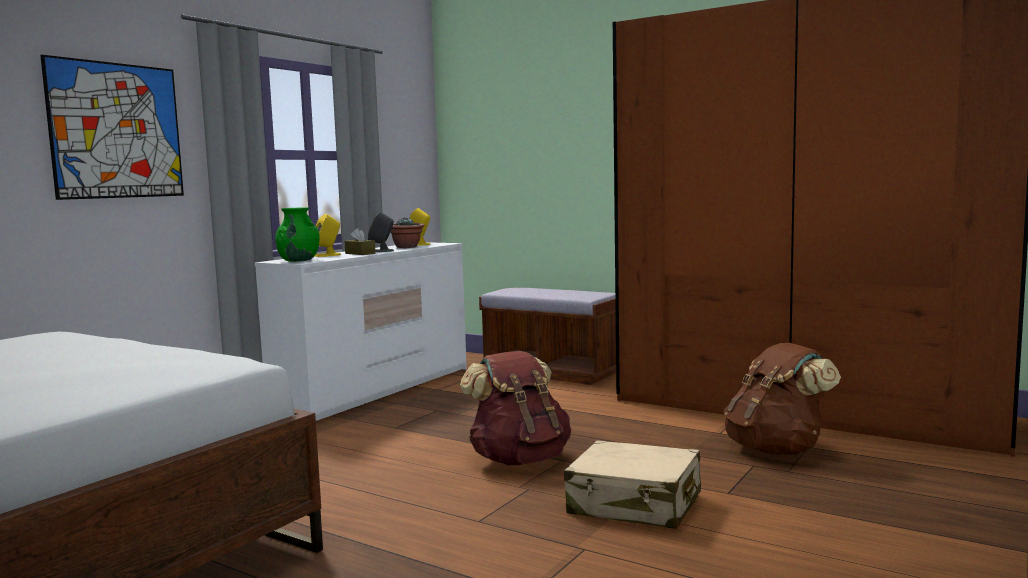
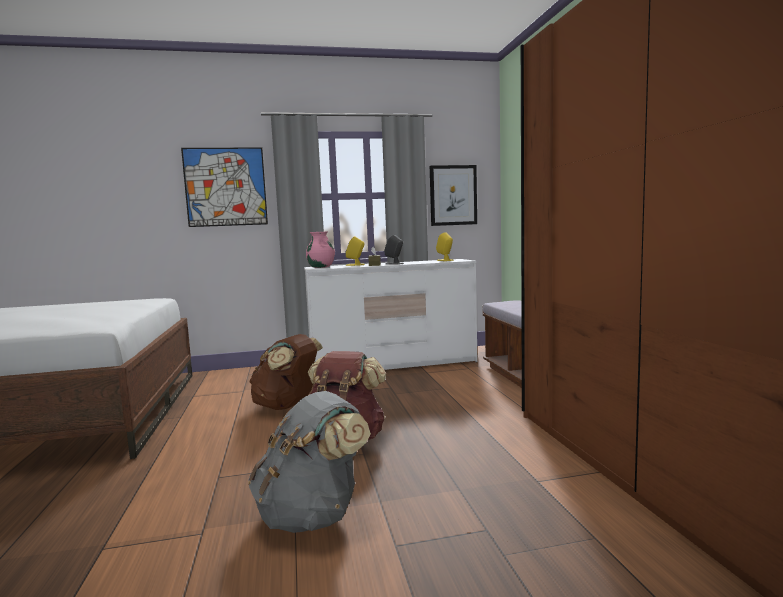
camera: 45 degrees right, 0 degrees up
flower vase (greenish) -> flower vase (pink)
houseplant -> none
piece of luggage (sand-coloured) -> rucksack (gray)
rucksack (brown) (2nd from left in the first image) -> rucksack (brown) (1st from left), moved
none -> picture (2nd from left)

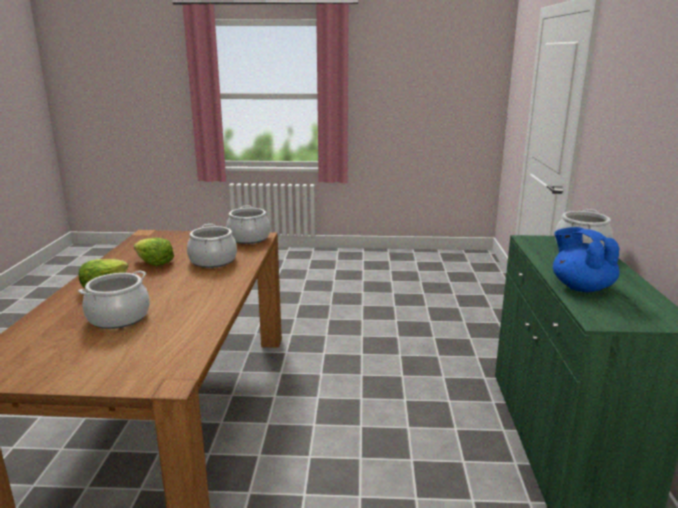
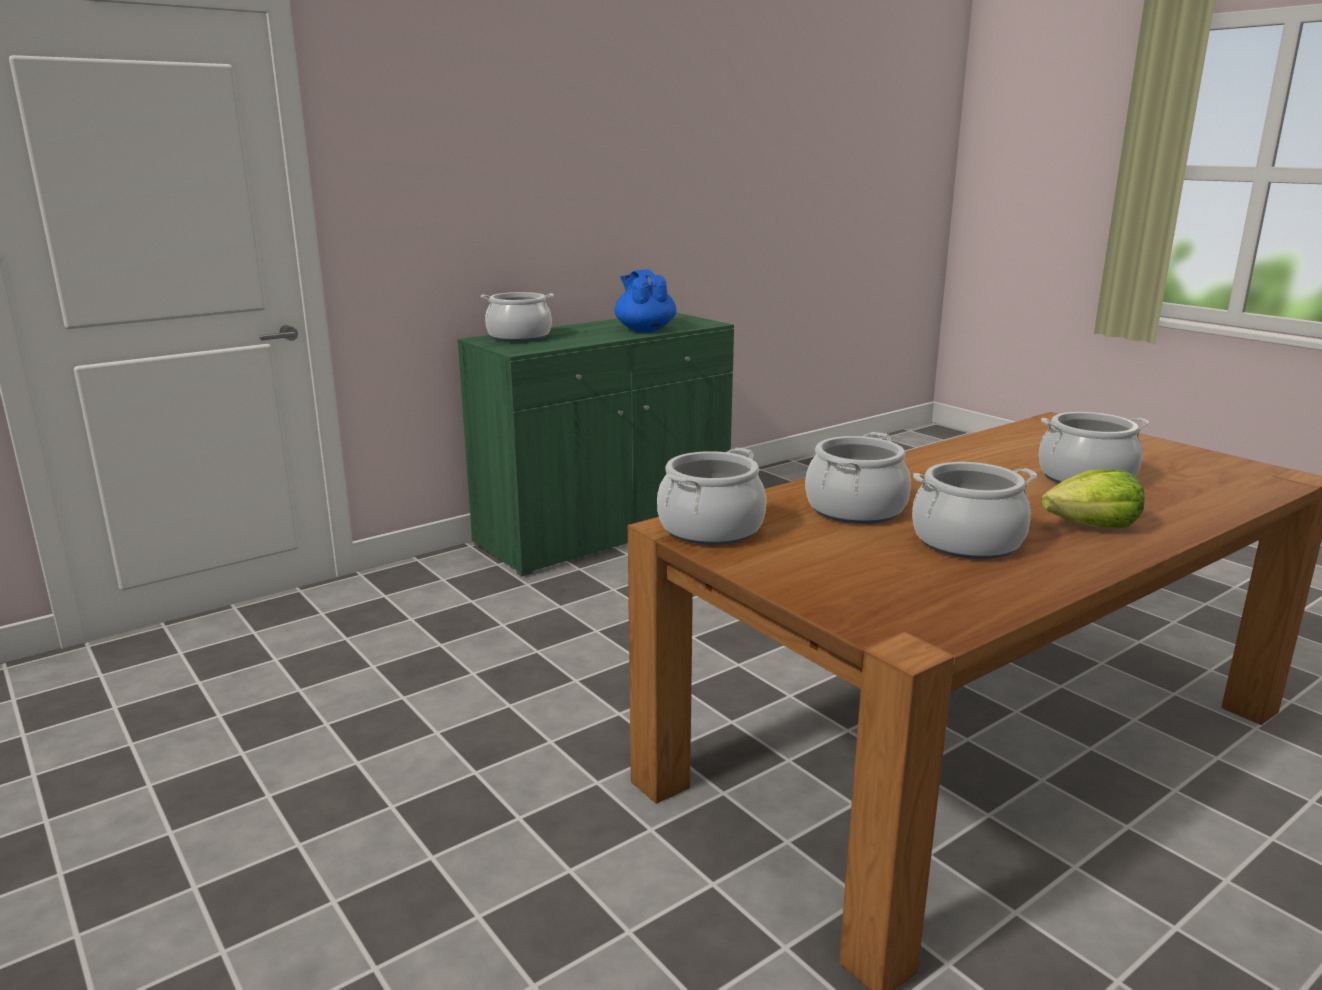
camera: 130 degrees left, 0 degrees up
lettuce head (2nd from left) -> saucepot (4th from left)
pot for tea (bluish), 135 degrees clockwise

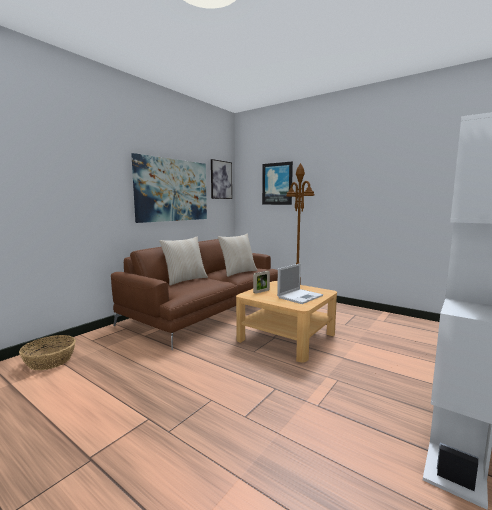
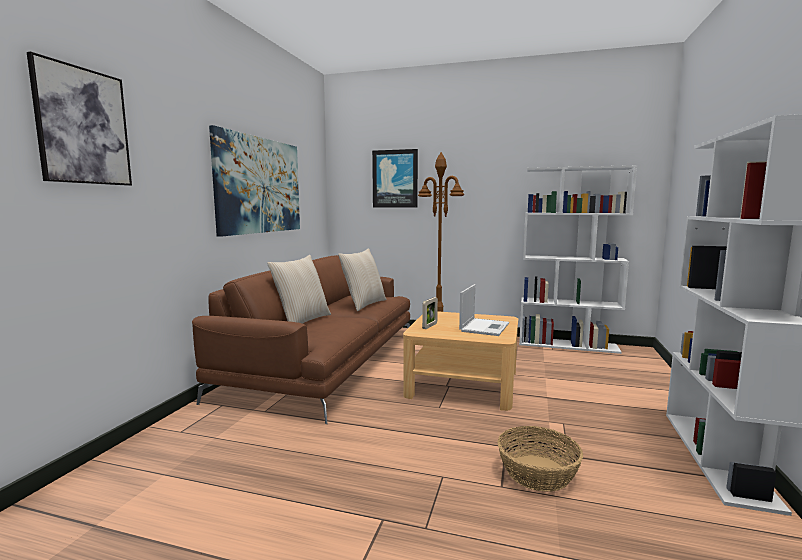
camera: 20 degrees left, 0 degrees up
storage basket, moved
picture (2nd from left in the first image) -> picture (1st from left), moved
none -> bookshelf (white) (1st from left)

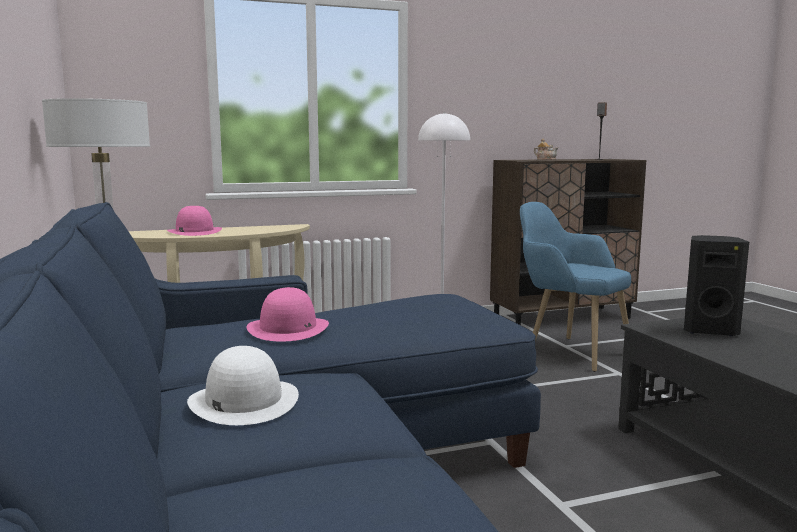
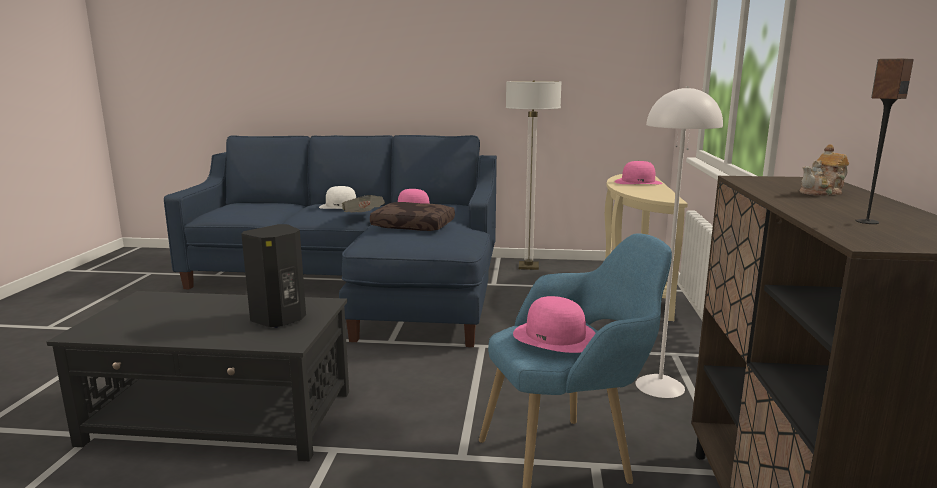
camera: 115 degrees right, 5 degrees up
none -> daily paper
none -> cushion (brown)
none -> hat (pink) (2nd from left)

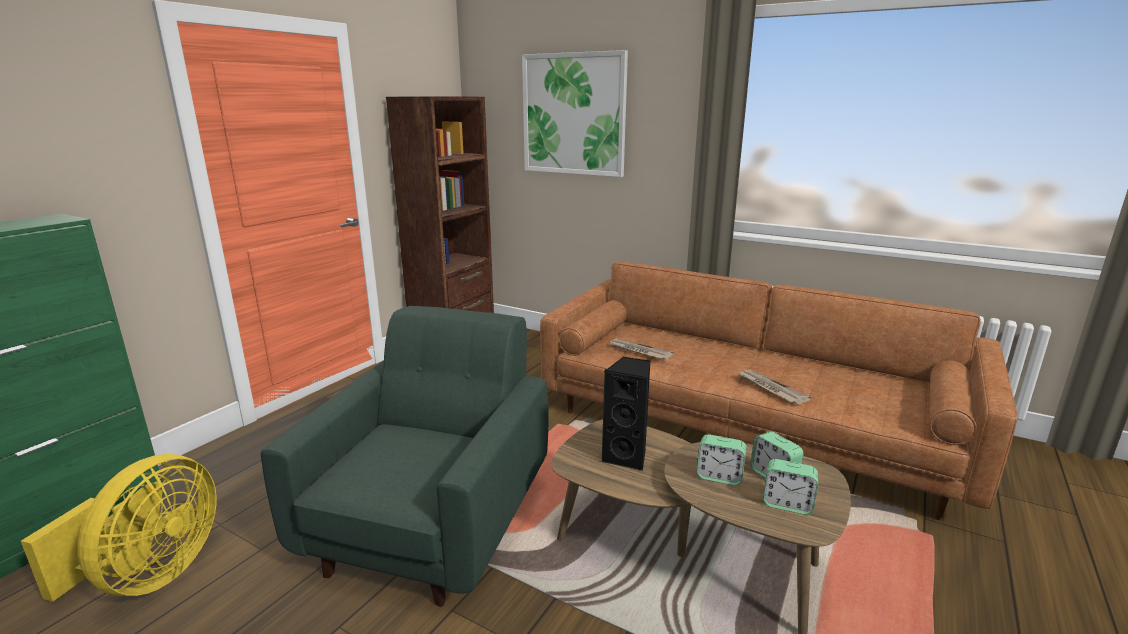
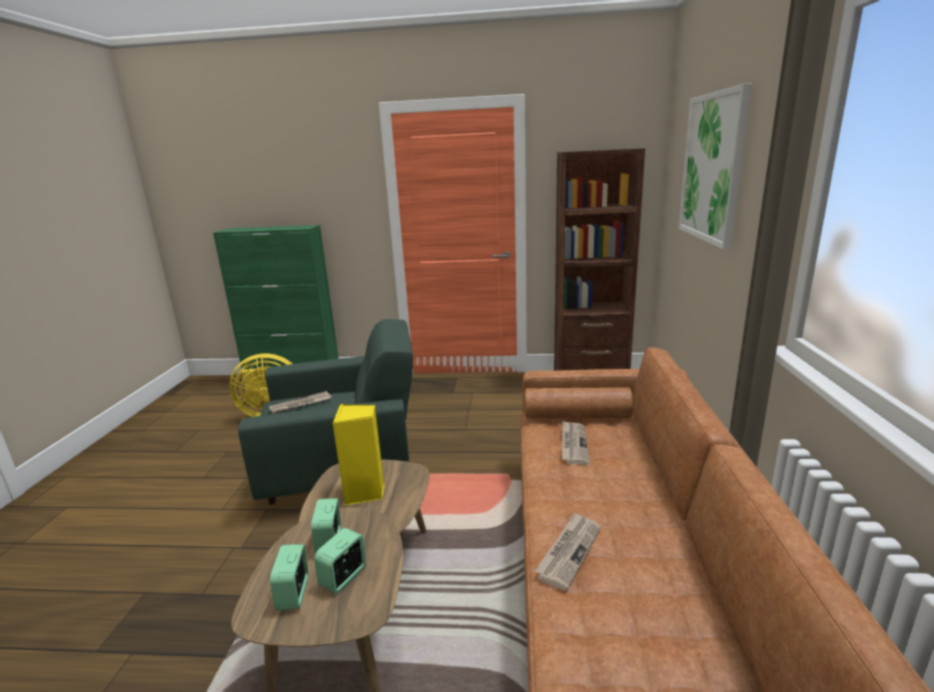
camera: 65 degrees right, 0 degrees up
speaker (black) -> speaker (yellow-coloured)
none -> daily paper (1st from left)

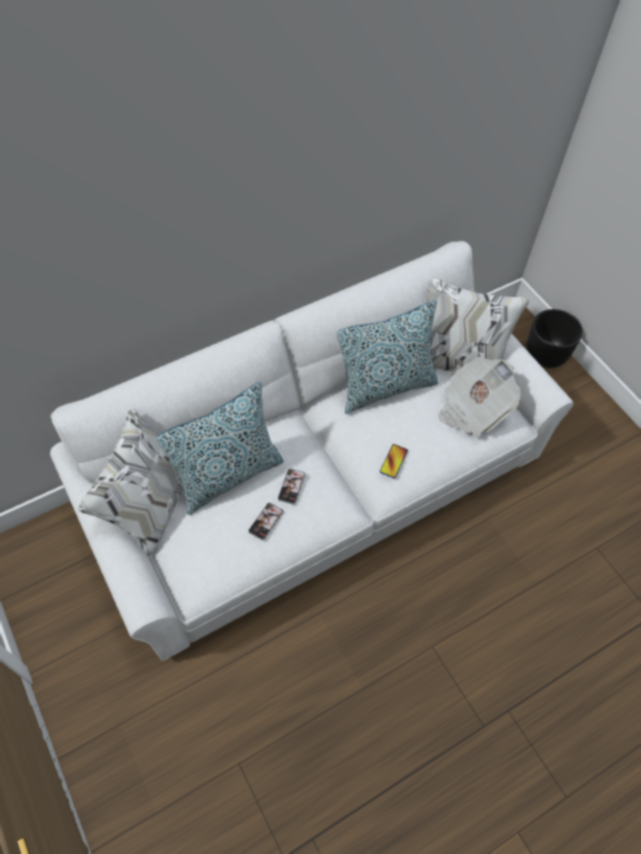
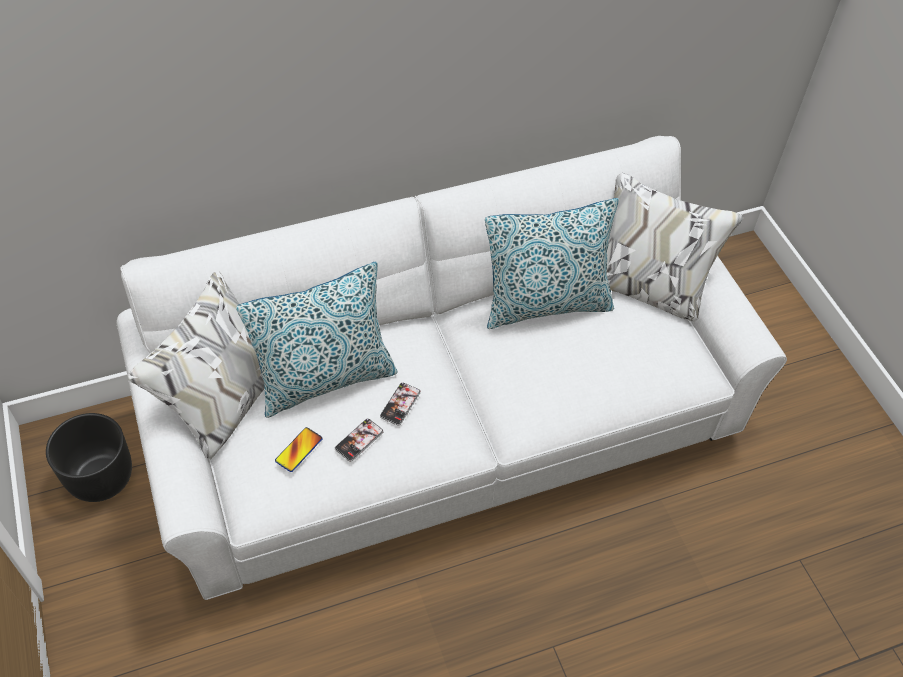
camera: 10 degrees right, 5 degrees down
telephone (3rd from left in the first image) -> telephone (1st from left), moved
daily paper -> none
flower pot (black), moved

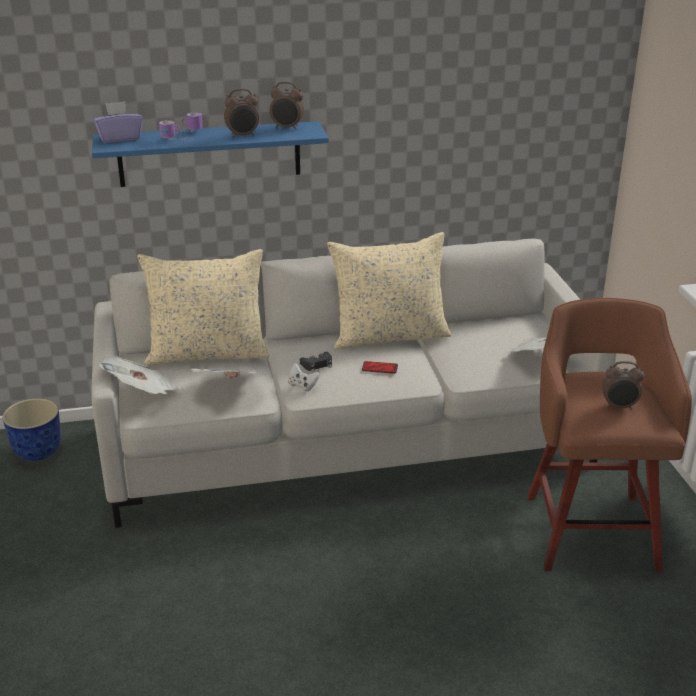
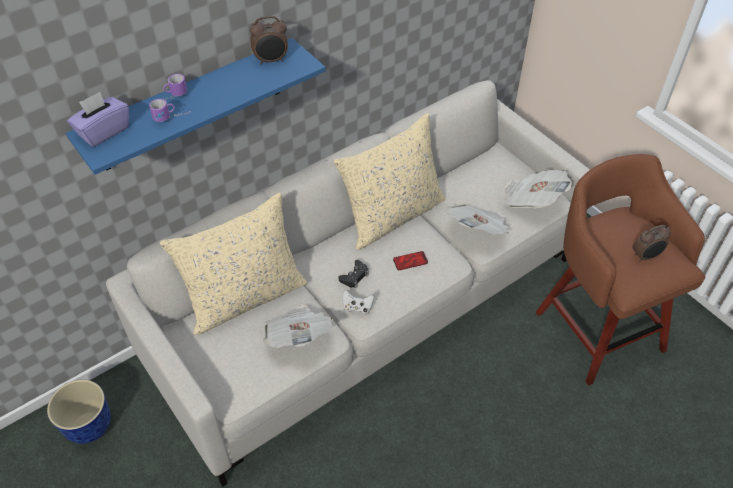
camera: 25 degrees left, 20 degrees up
daily paper (1st from left in the first image) -> daily paper (2nd from left), moved
table clock (1st from left) -> none

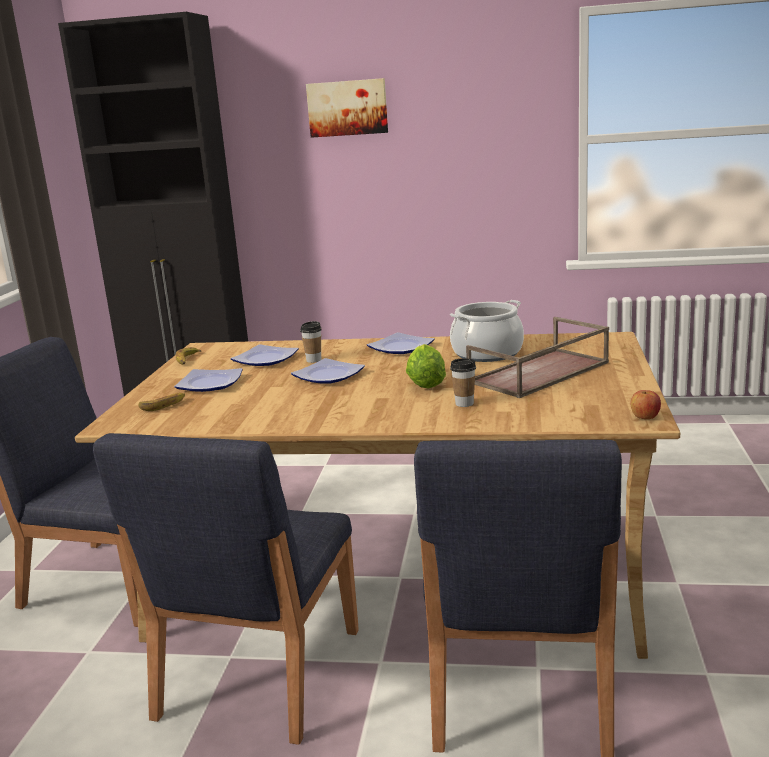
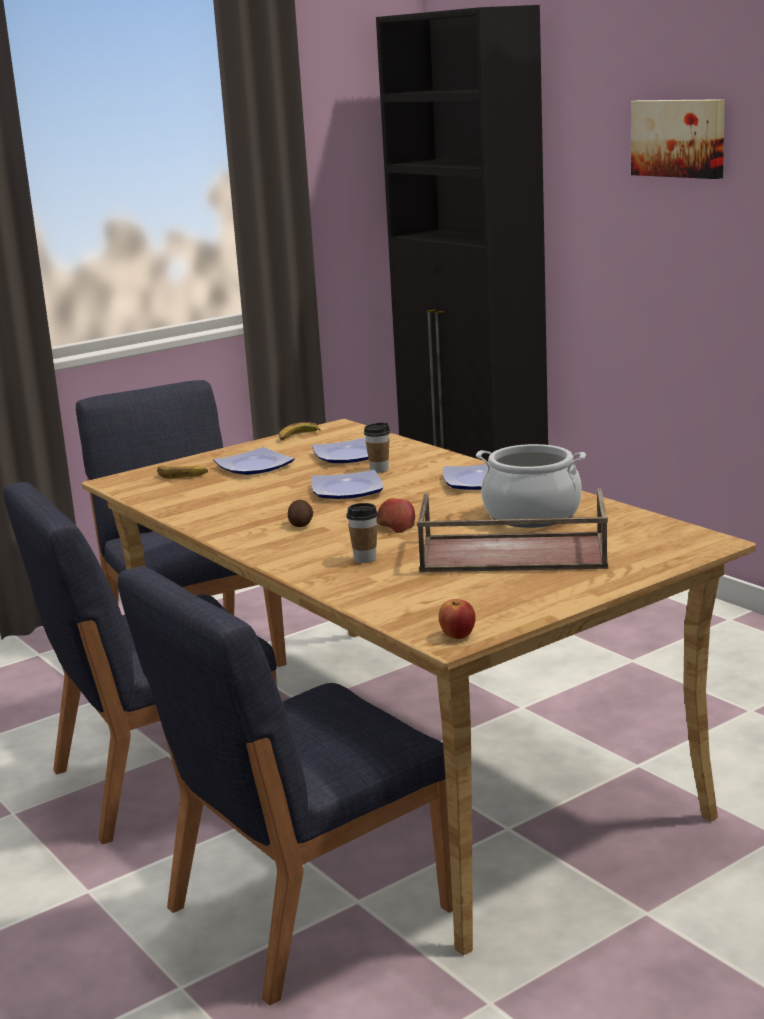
camera: 45 degrees right, 0 degrees up
lettuce head -> whole apple (1st from left)
none -> potato

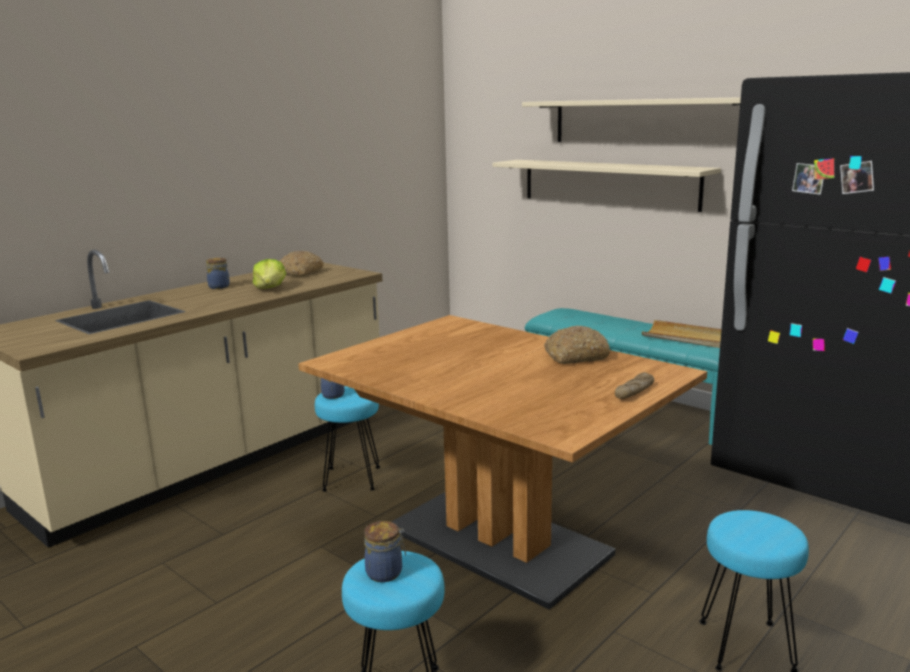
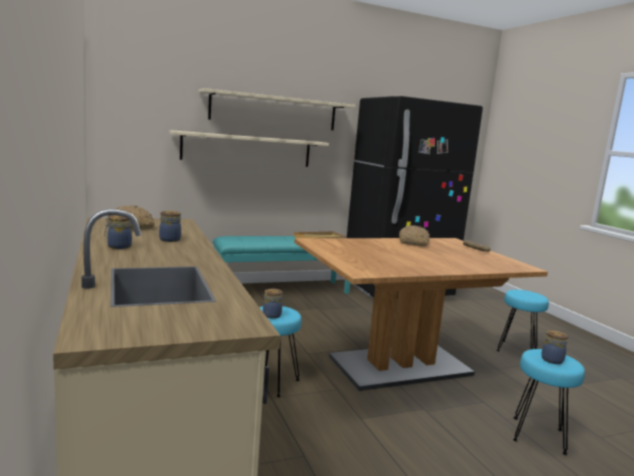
camera: 65 degrees left, 5 degrees down
lettuce head -> storage jar (2nd from left)

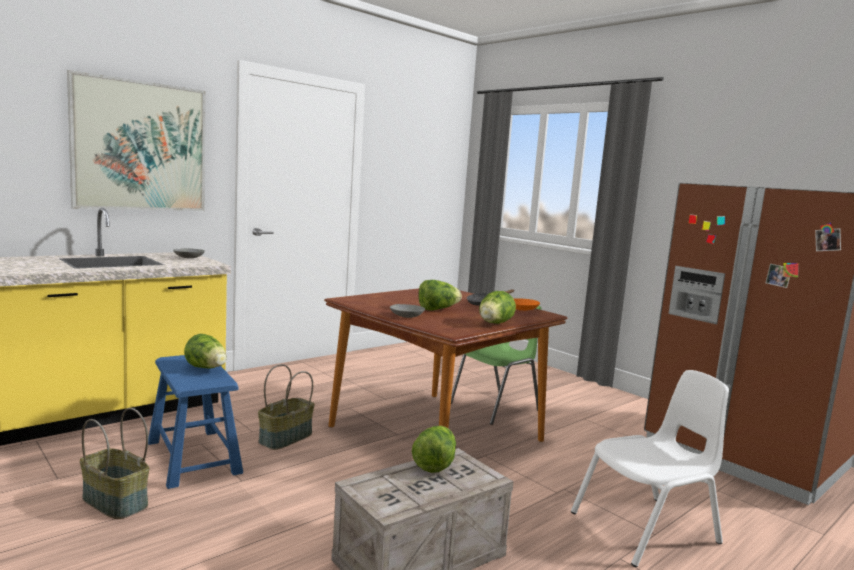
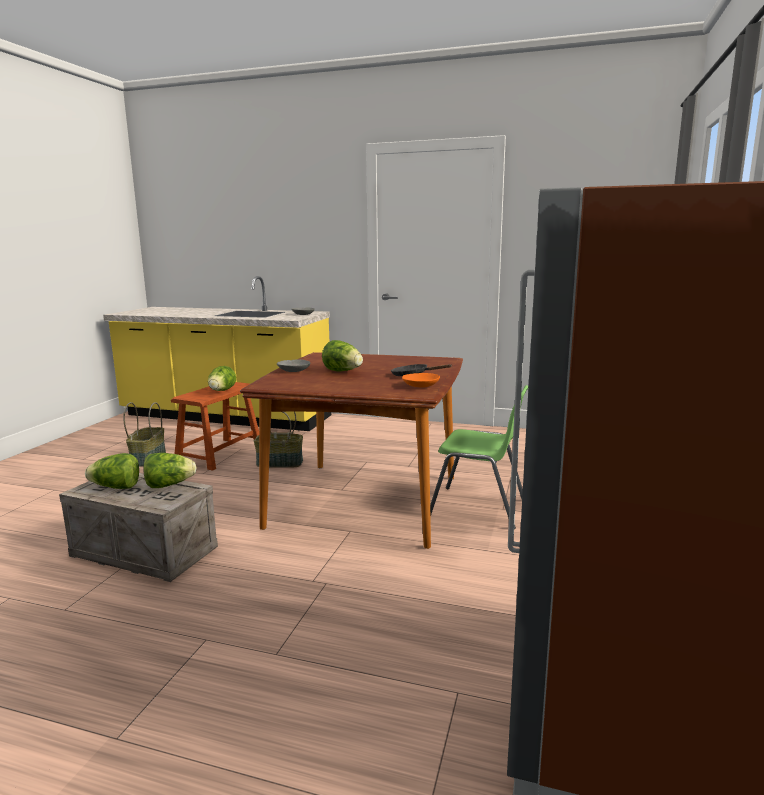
camera: 60 degrees right, 5 degrees up
picture -> none
stool (bluish) -> stool (brown)
lettuce head (4th from left in the first image) -> lettuce head (1st from left), moved
plain chair (white) -> none

